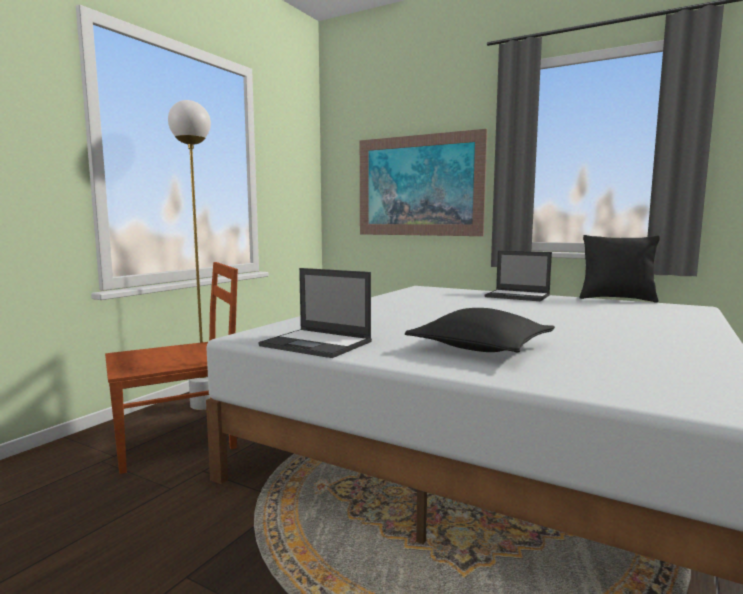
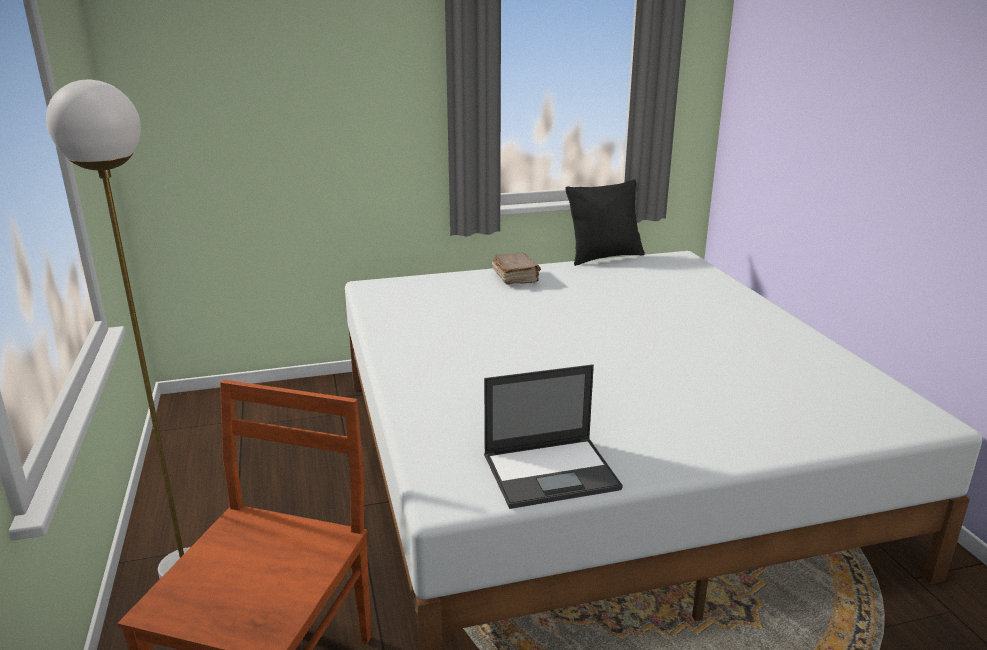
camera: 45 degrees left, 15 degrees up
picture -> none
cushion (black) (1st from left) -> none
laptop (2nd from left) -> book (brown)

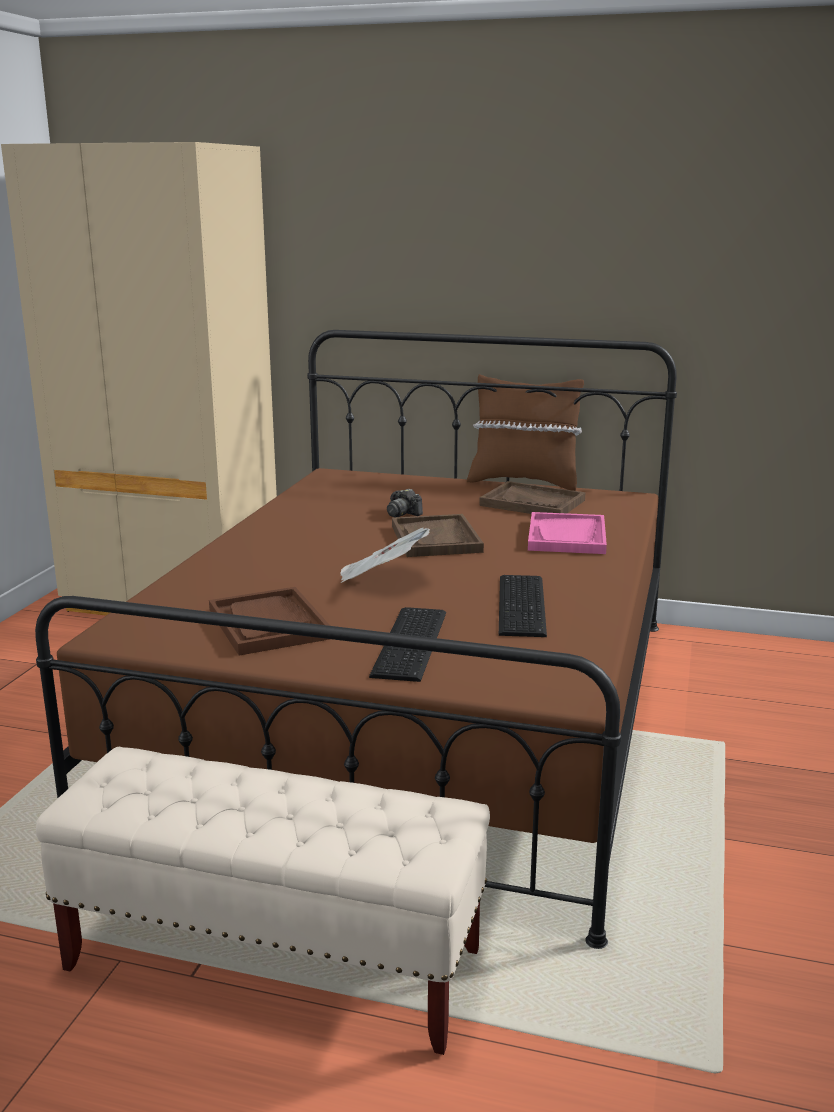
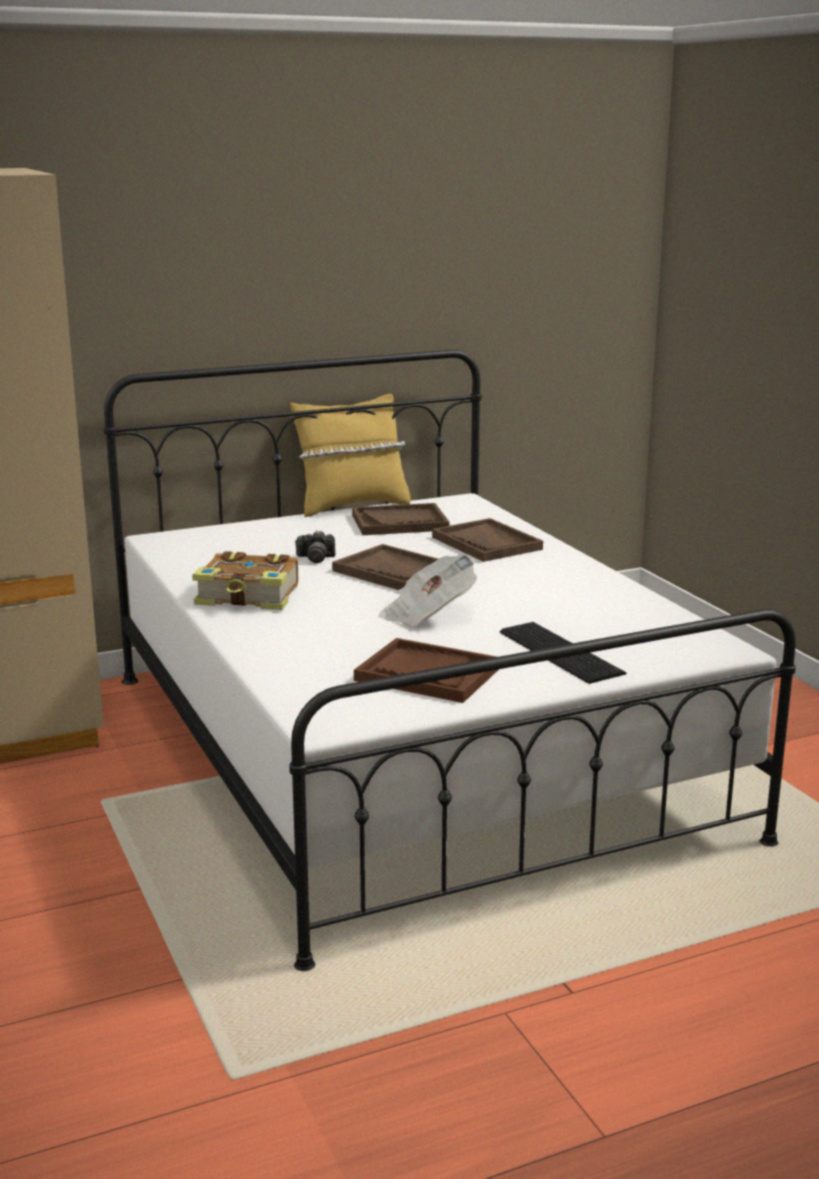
camera: 40 degrees left, 0 degrees up
bed (brown) -> bed (white)
indoor bench (sand-coloured) -> none
cushion (brown) -> cushion (yellow-coloured)
keyboard (2nd from left) -> none
tray (pink) -> tray (brown) (4th from left)
none -> book

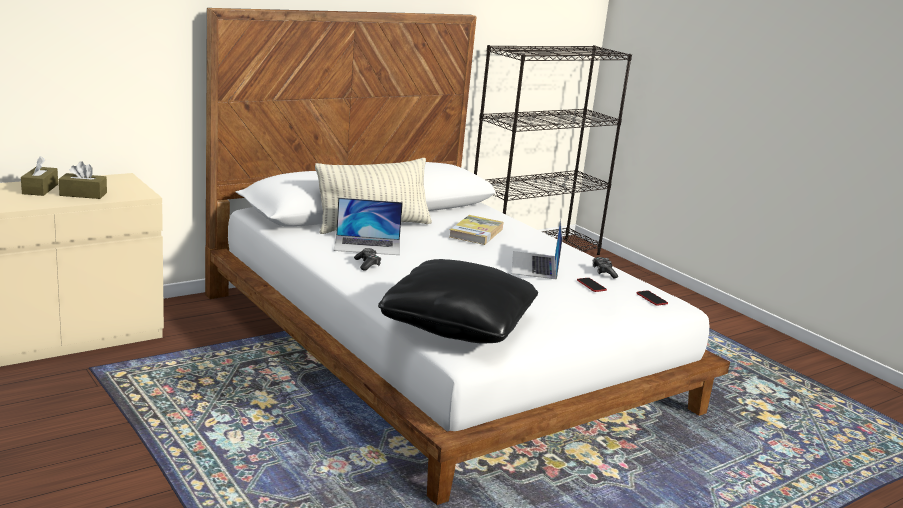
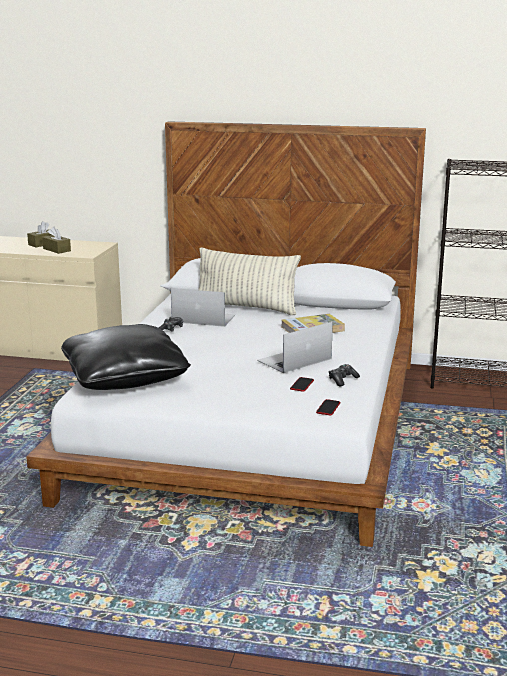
camera: 50 degrees right, 0 degrees up
laptop (1st from left), 150 degrees clockwise

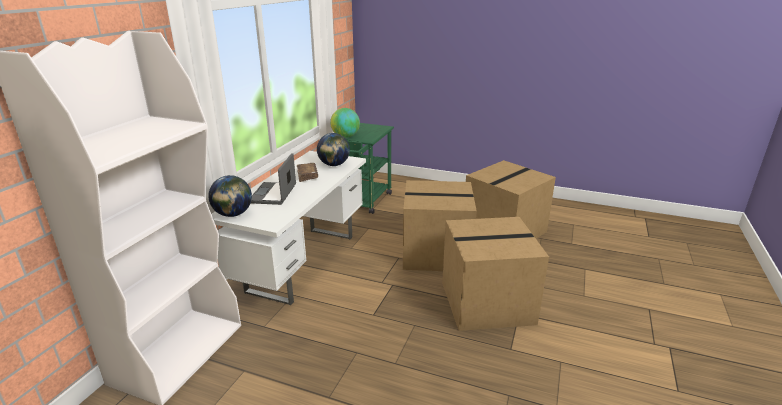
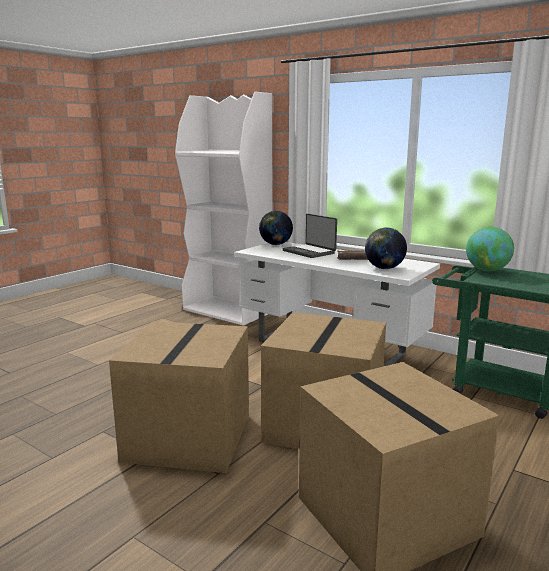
camera: 105 degrees right, 10 degrees down
laptop, 150 degrees counterclockwise

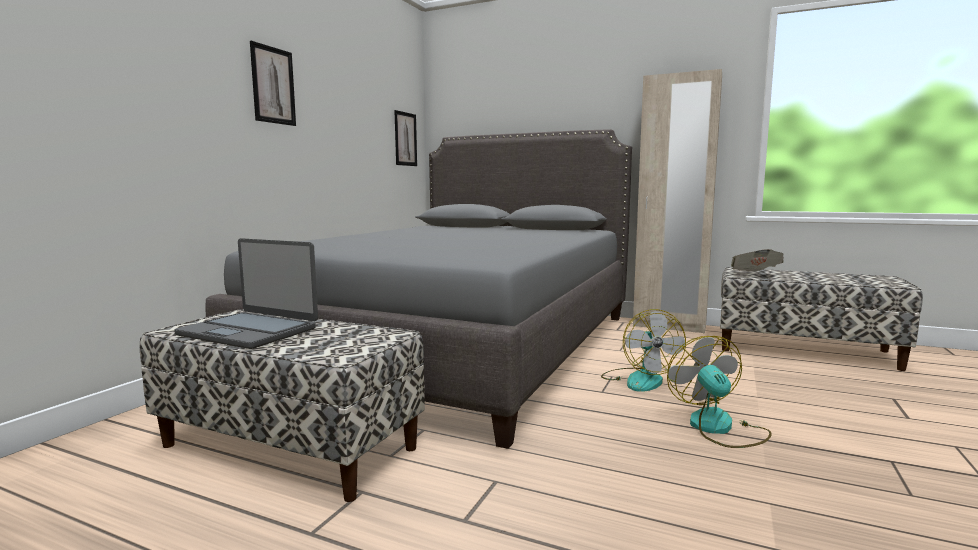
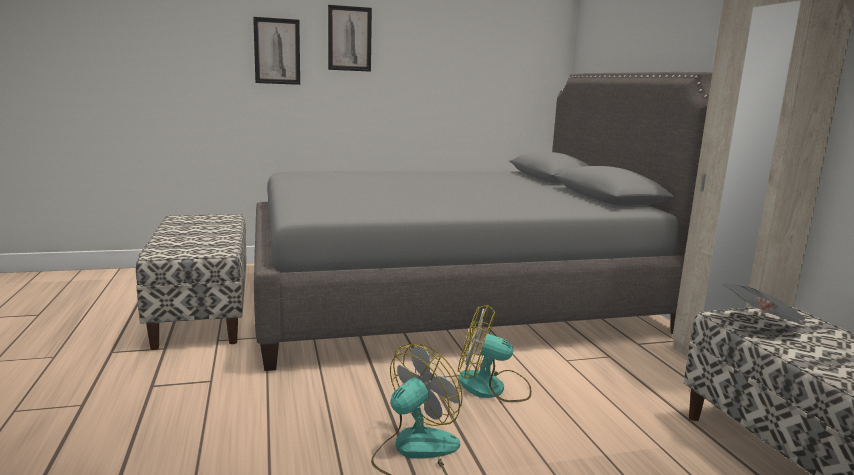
camera: 50 degrees right, 5 degrees up
laptop -> none
picture (2nd from left in the first image) -> picture (1st from left), moved
electric fan (1st from left in the first image) -> electric fan (2nd from left), 60 degrees clockwise

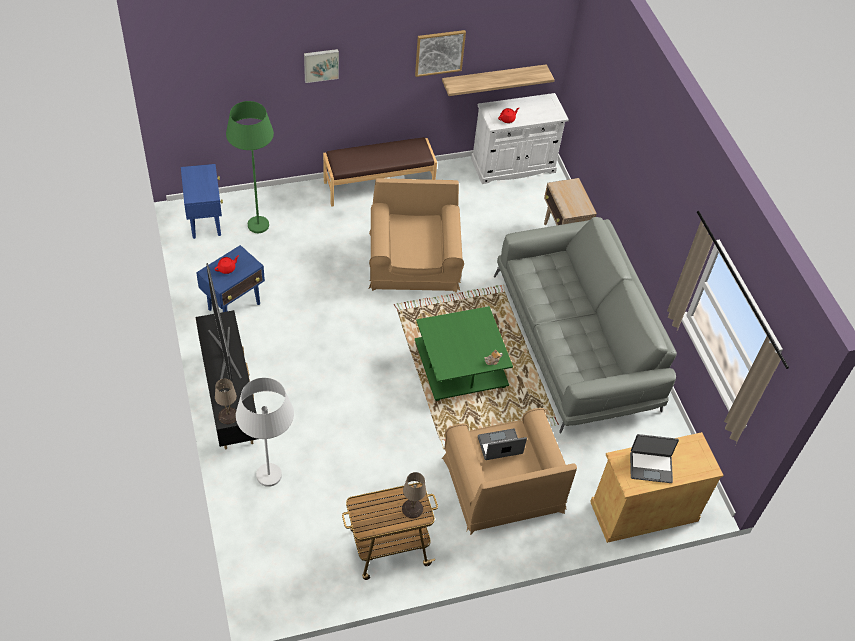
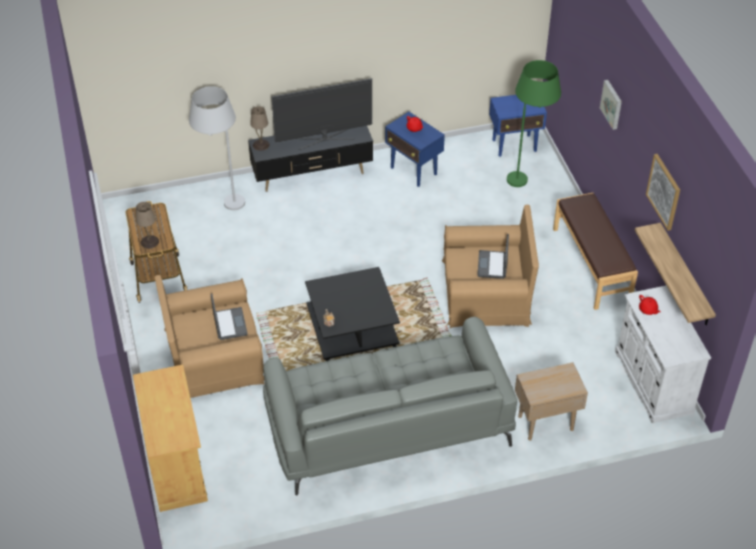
camera: 95 degrees right, 5 degrees down
coffee table (greenish) -> coffee table (black)
laptop (2nd from left), moved

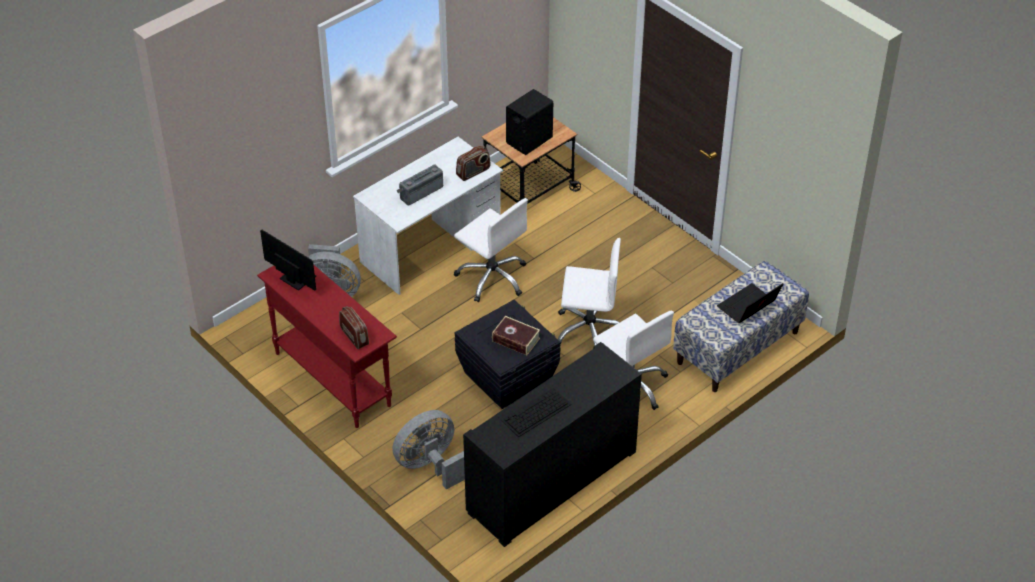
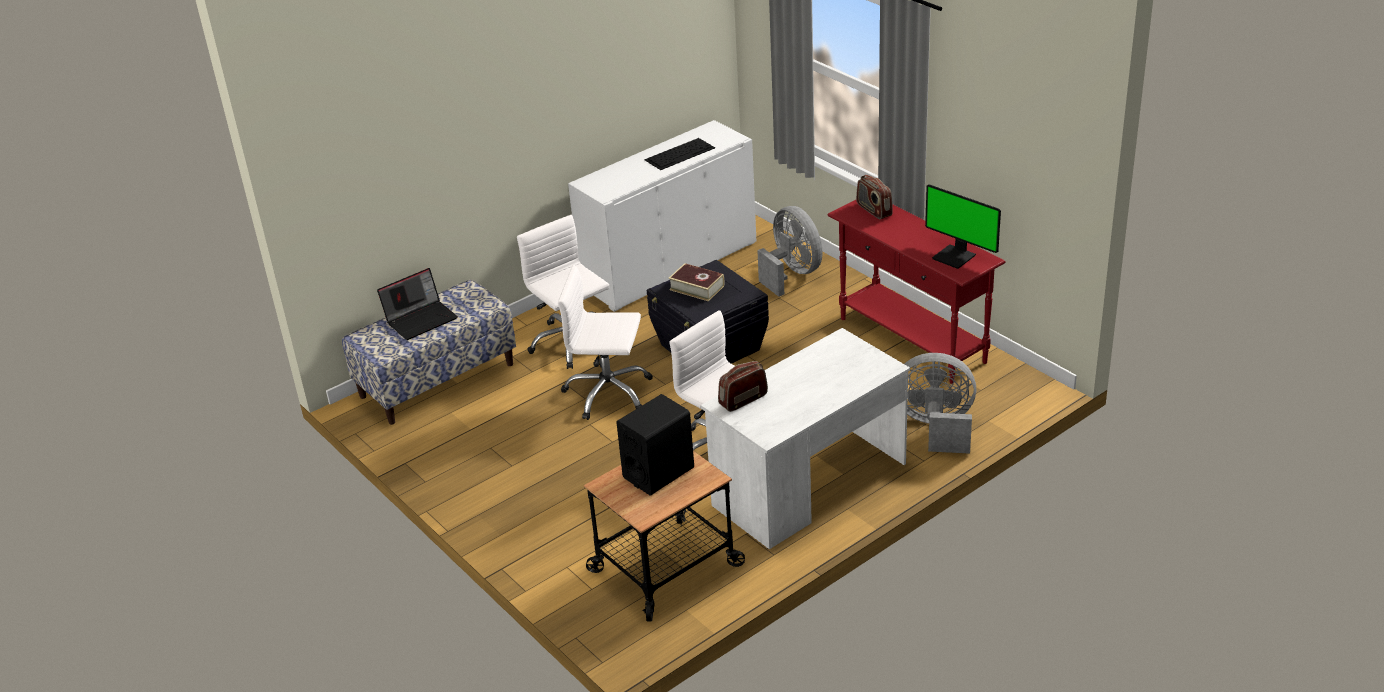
camera: 175 degrees left, 10 degrees down
electric fan (gray) (2nd from left in the first image) -> electric fan (gray) (1st from left), 90 degrees counterclockwise
radio set (2nd from left) -> none
cabinet (black) -> cabinet (white)

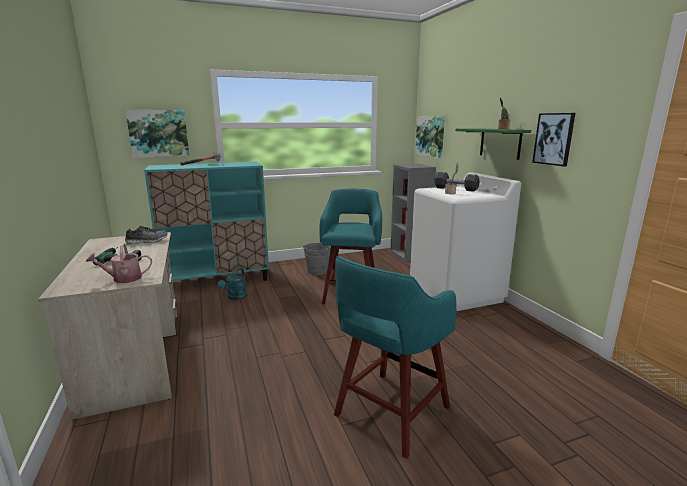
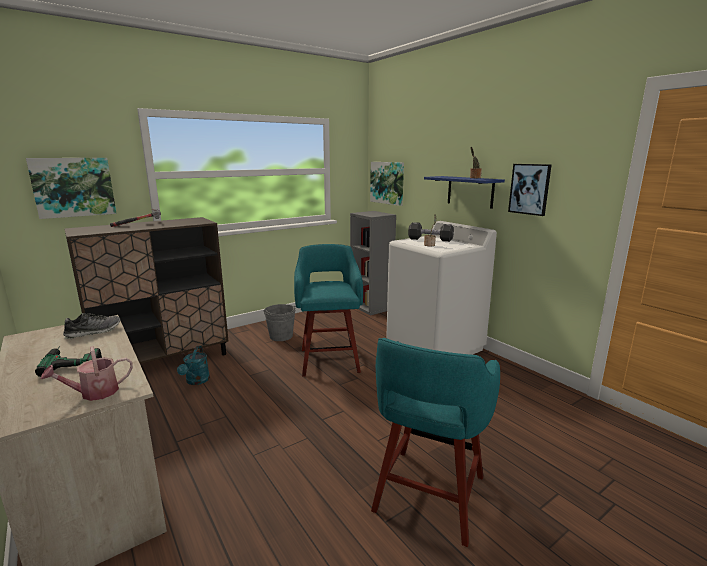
camera: 15 degrees left, 0 degrees up
cabinet (blue-green) -> cabinet (brown)
bracket shelf (greenish) -> bracket shelf (bluish)

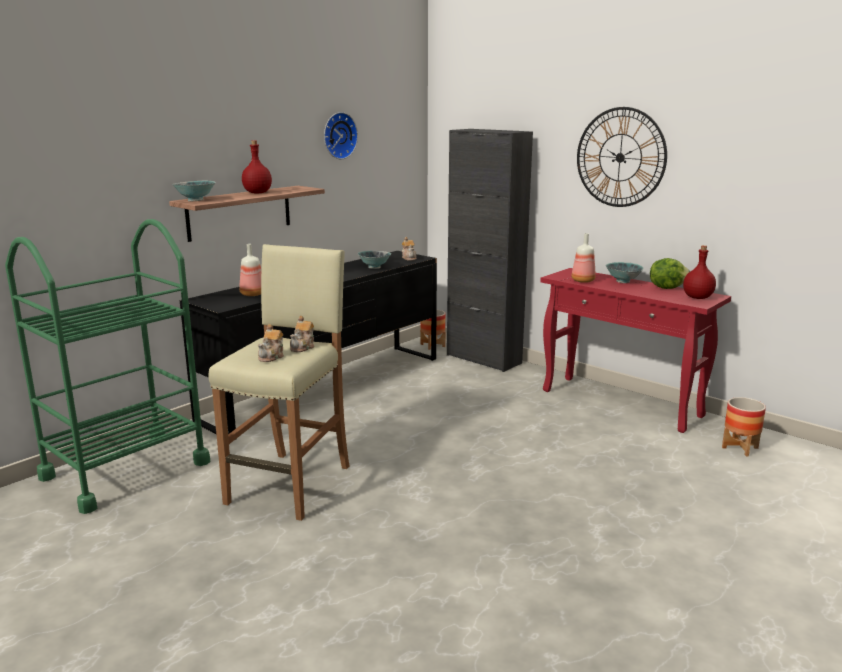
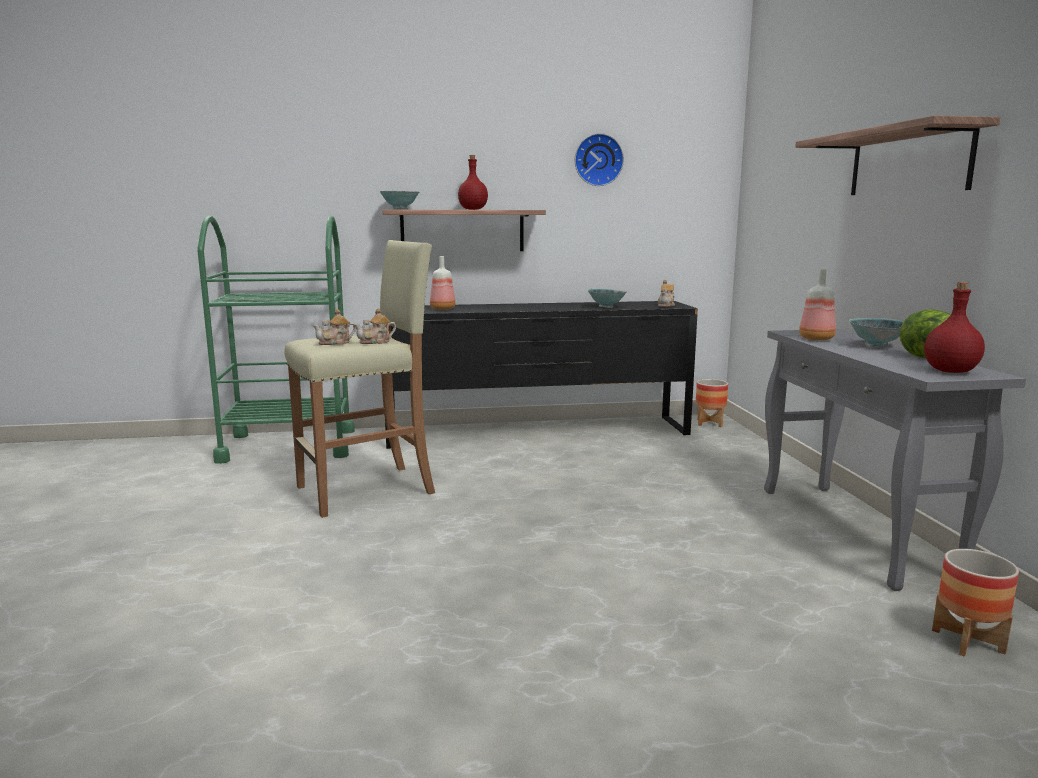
camera: 40 degrees right, 5 degrees down
cabinet (black) -> none
hall table (reddish) -> hall table (gray)
wall clock (2nd from left) -> bracket shelf (2nd from left)

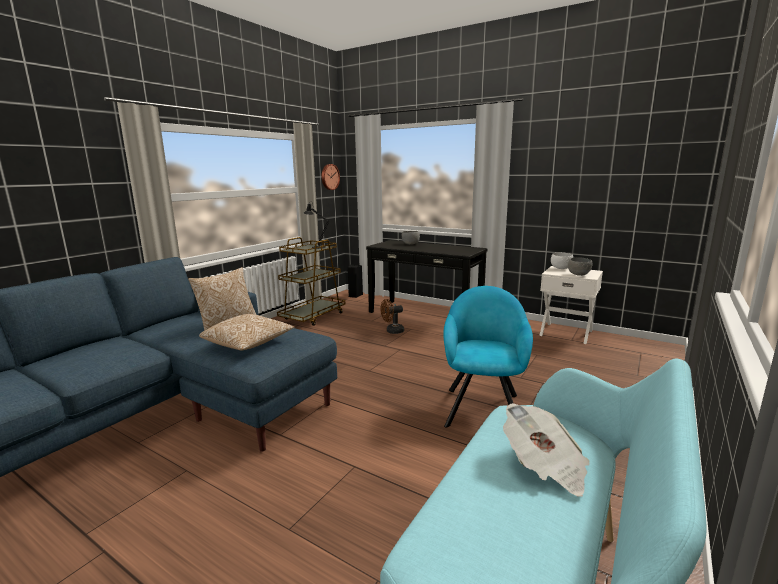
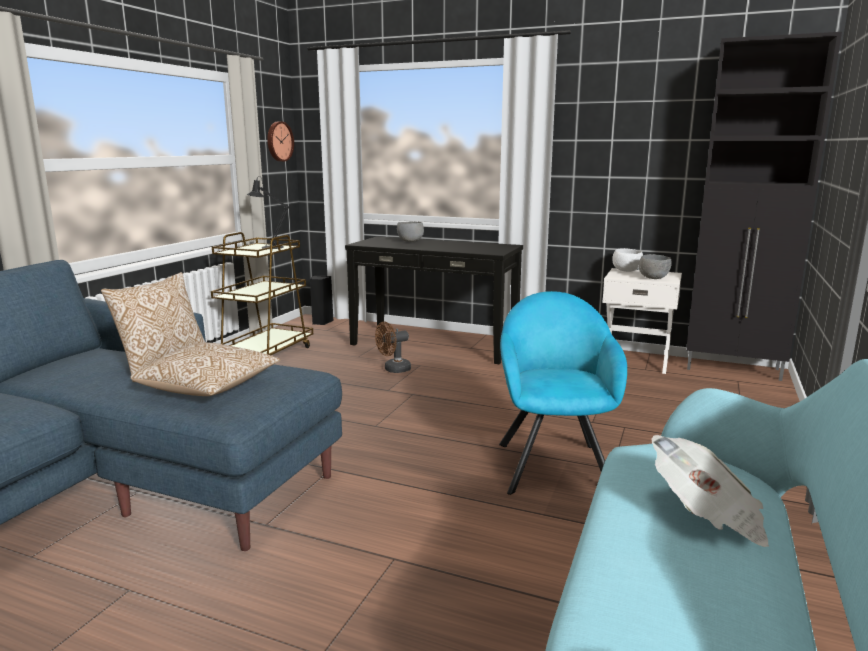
camera: 10 degrees left, 0 degrees up
none -> cabinet (black)

